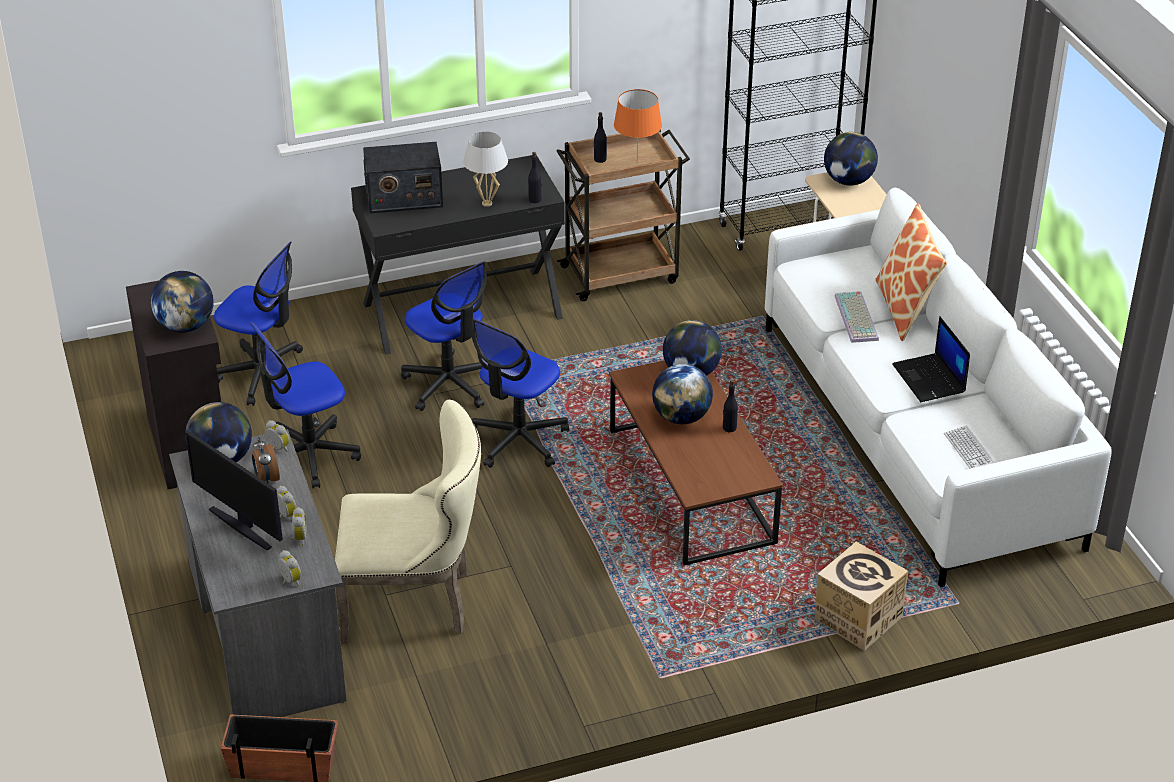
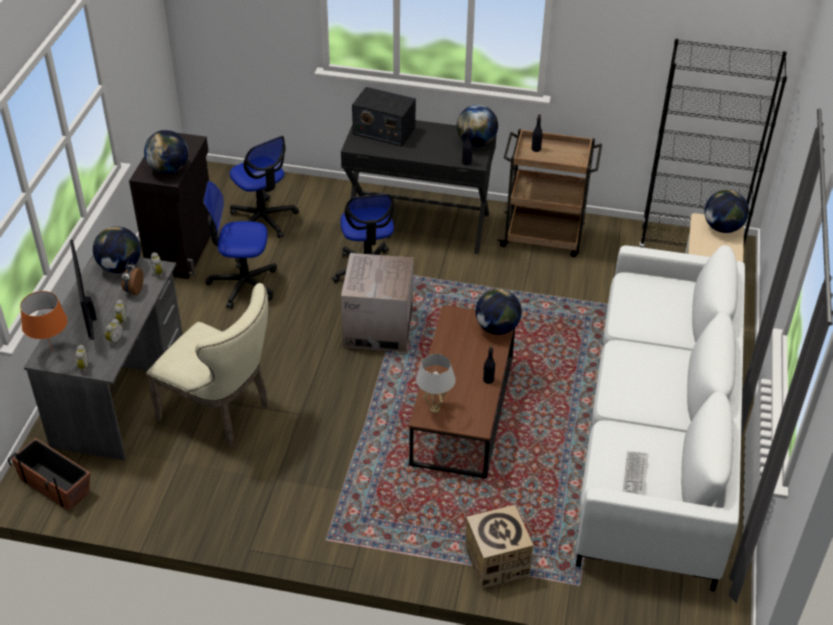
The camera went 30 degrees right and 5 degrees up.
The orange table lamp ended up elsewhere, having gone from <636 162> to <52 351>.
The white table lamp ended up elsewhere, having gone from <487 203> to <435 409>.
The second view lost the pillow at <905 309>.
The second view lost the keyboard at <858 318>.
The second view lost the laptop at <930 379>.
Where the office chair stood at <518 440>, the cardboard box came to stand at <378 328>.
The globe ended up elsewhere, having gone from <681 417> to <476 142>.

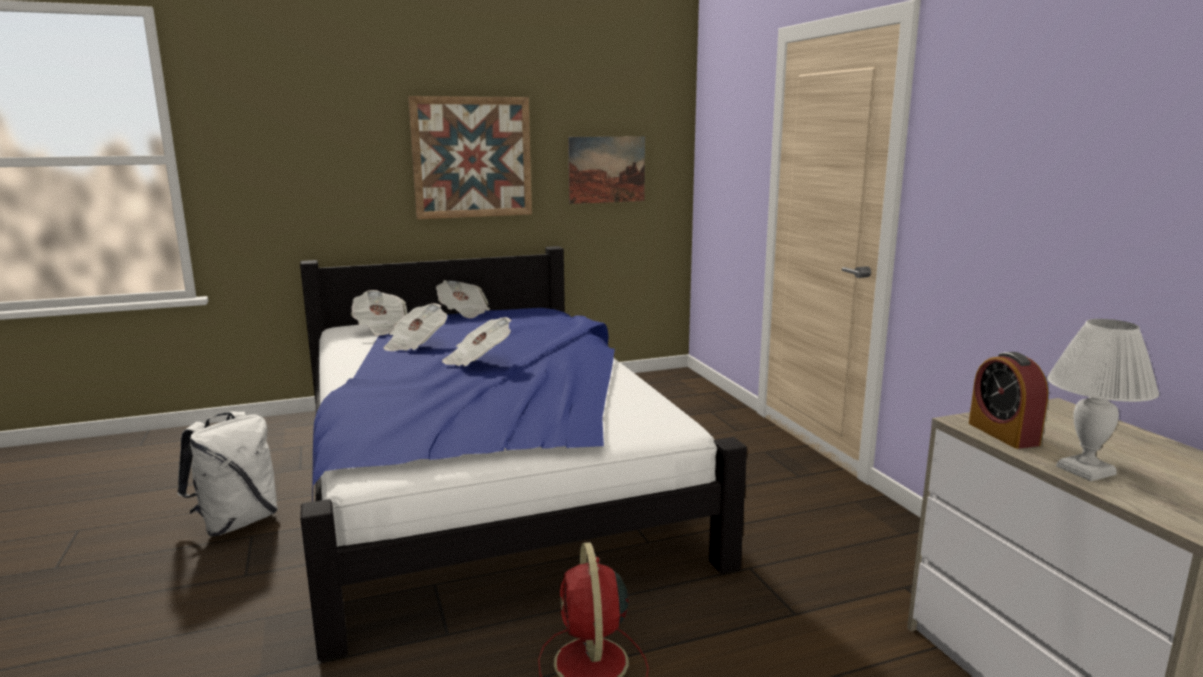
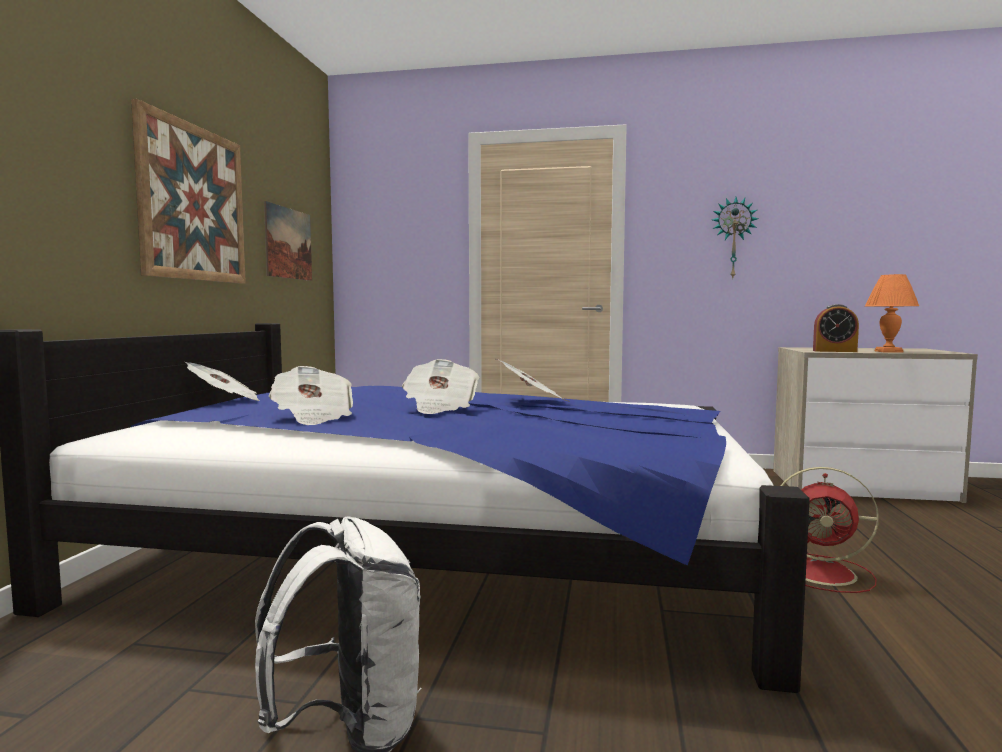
The camera went 60 degrees left and 10 degrees down.
The newspaper ended up elsewhere, having gone from <381 328> to <533 400>.
What was the white table lamp at <1087 470> turned into the orange table lamp at <889 351>.
The second view gained the wall clock at <733 238>.

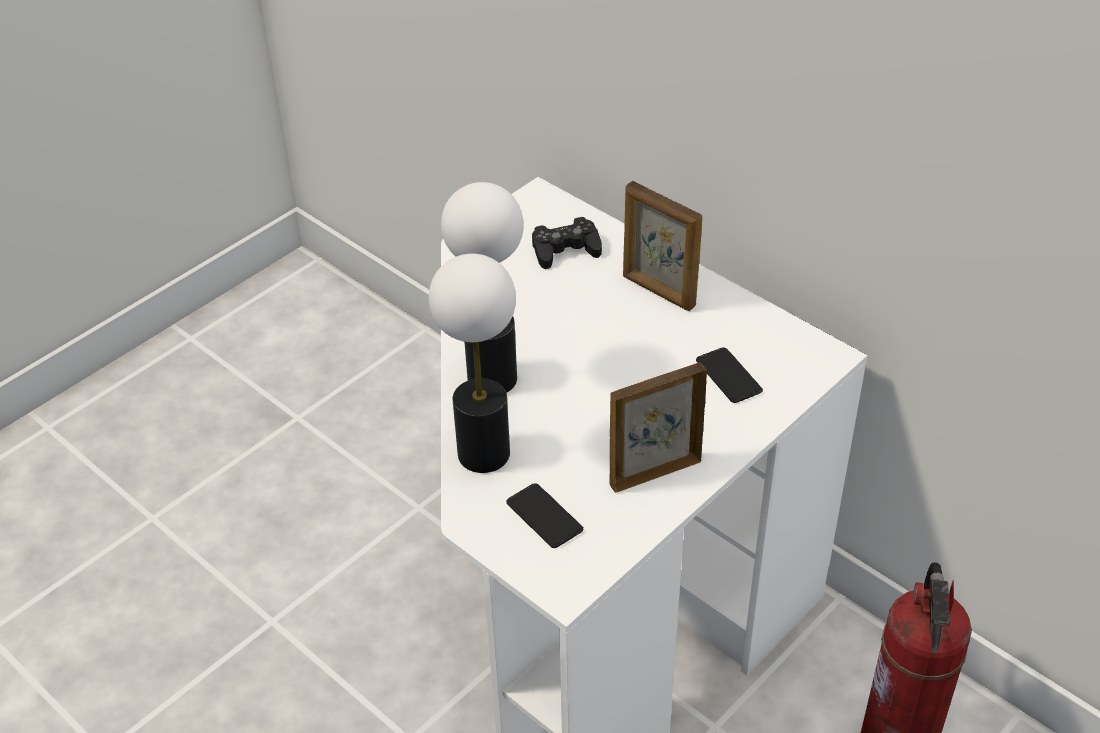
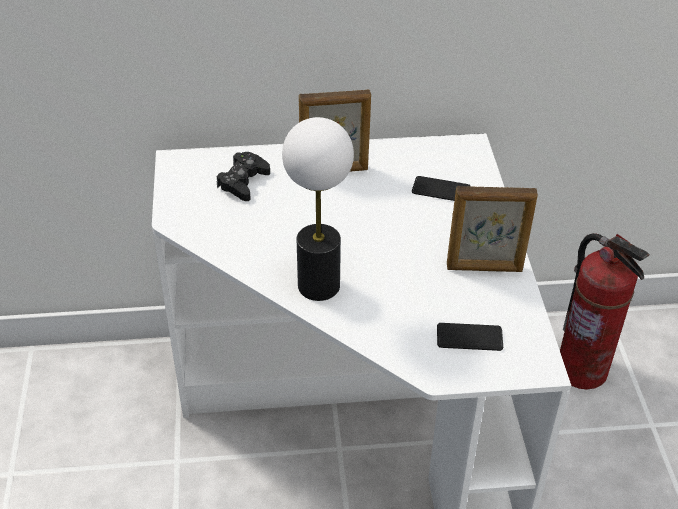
The camera went 50 degrees left and 0 degrees up.
The second view lost the table lamp at <483 454>.
The picture frame at <654 472> ended up facing another way, 105 degrees counterclockwise from before.

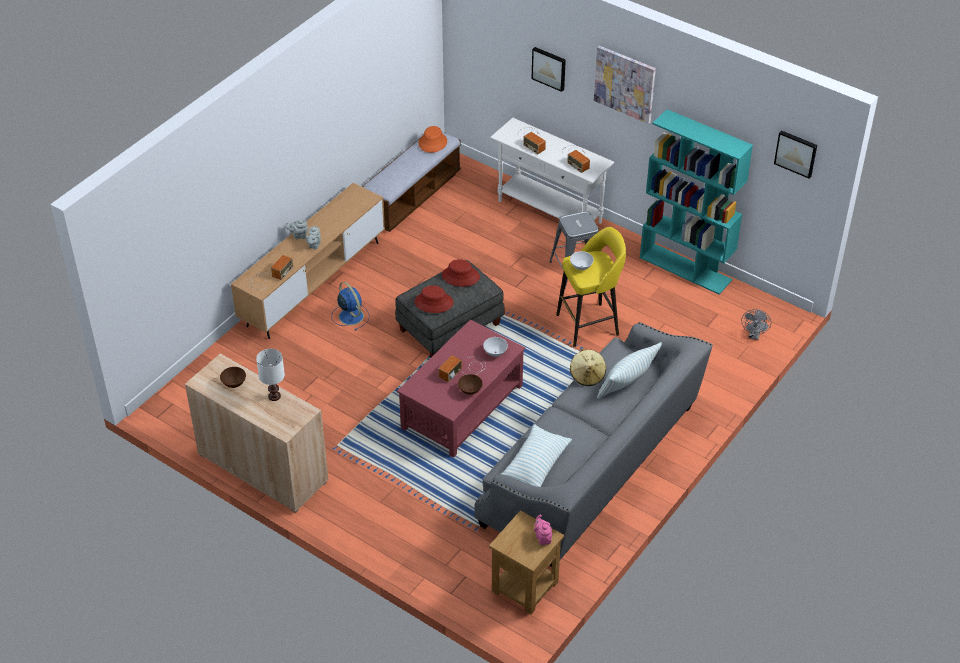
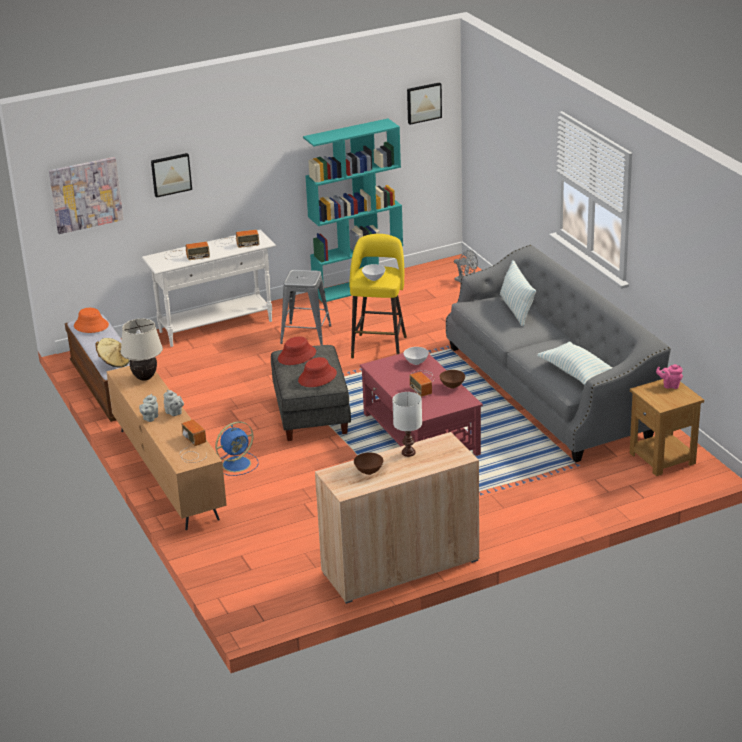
The camera went 60 degrees left and 15 degrees down.
The picture ended up elsewhere, having gone from <625 83> to <86 194>.
The blue fan at <350 315> ended up facing another way, 150 degrees clockwise from before.
The beige hat ended up elsewhere, having gone from <587 375> to <114 362>.
The second view gained the beige table lamp at <144 378>.

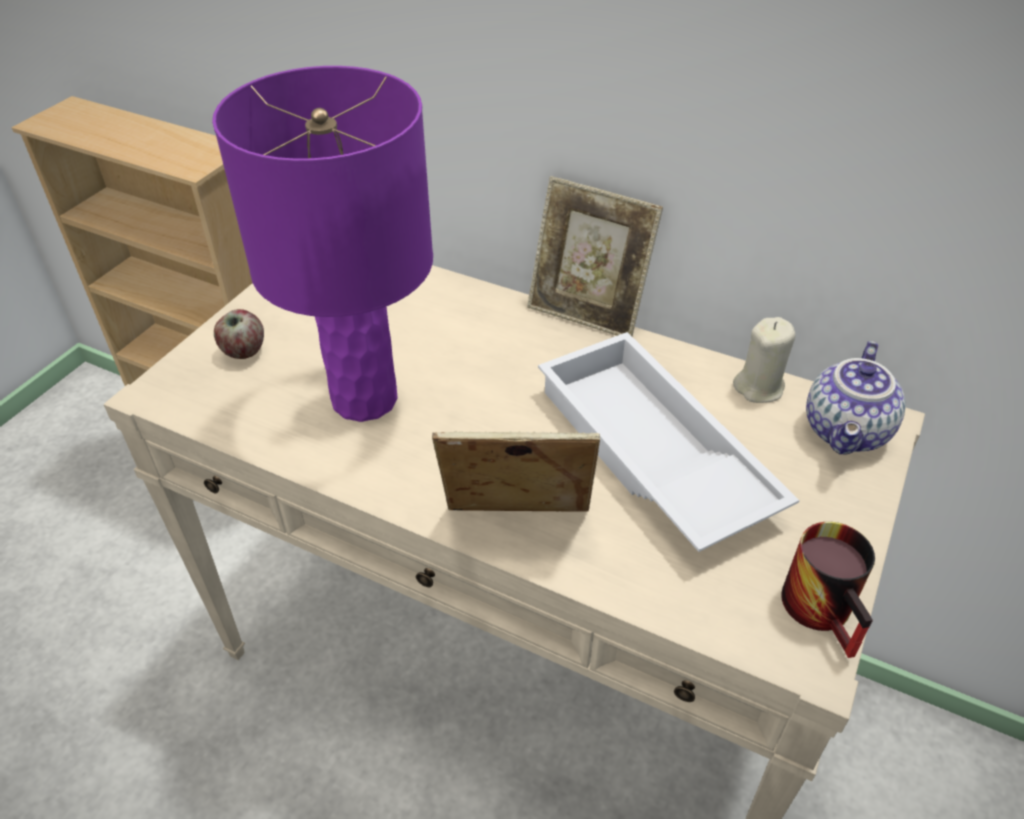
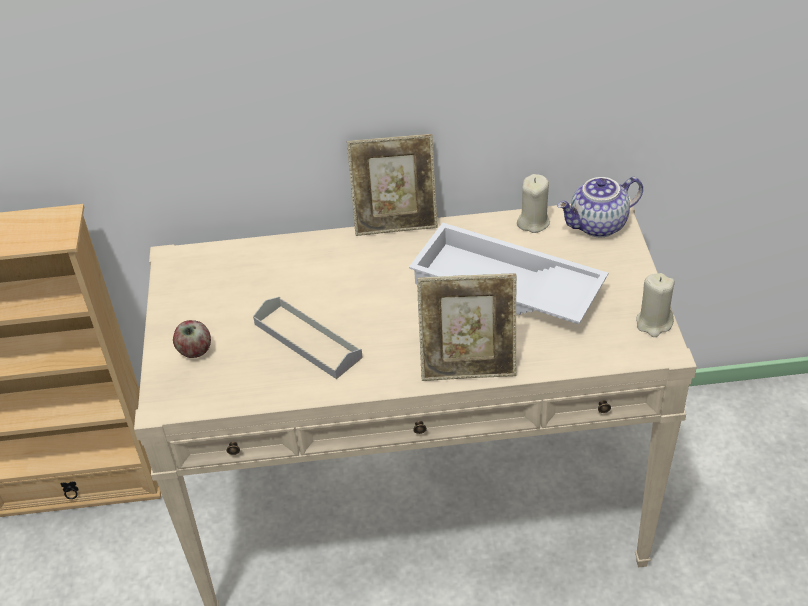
The camera went 30 degrees left and 0 degrees up.
Where the purple table lamp stood at <363 399>, the grey tray came to stand at <307 340>.
The teapot at <847 432> ended up facing another way, 75 degrees clockwise from before.
The picture frame at <516 529> ended up facing another way, 150 degrees counterclockwise from before.
Where the mug stood at <828 611>, the beige candle came to stand at <654 323>.

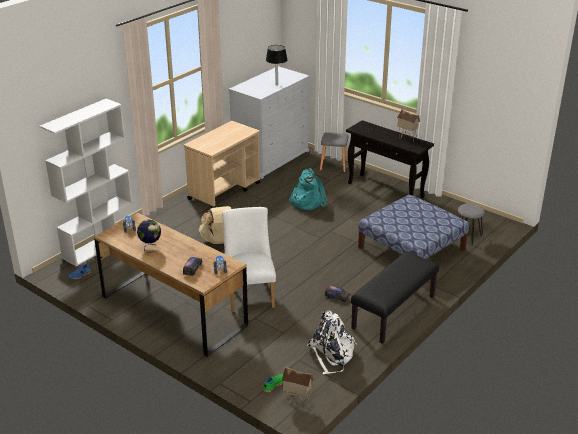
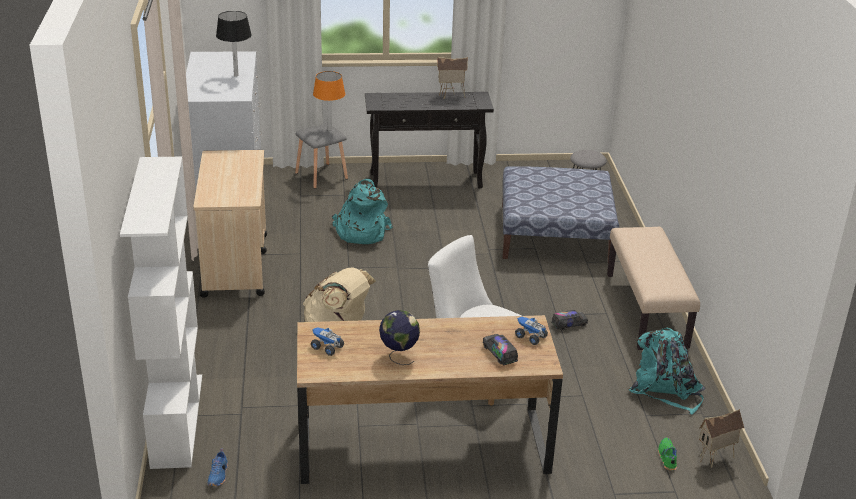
The camera went 45 degrees left and 0 degrees up.
What was the black bench at <394 313> turned into the beige bench at <647 310>.
What was the white backpack at <332 355> turned into the turquoise backpack at <665 389>.
The second view gained the orange table lamp at <329 130>.

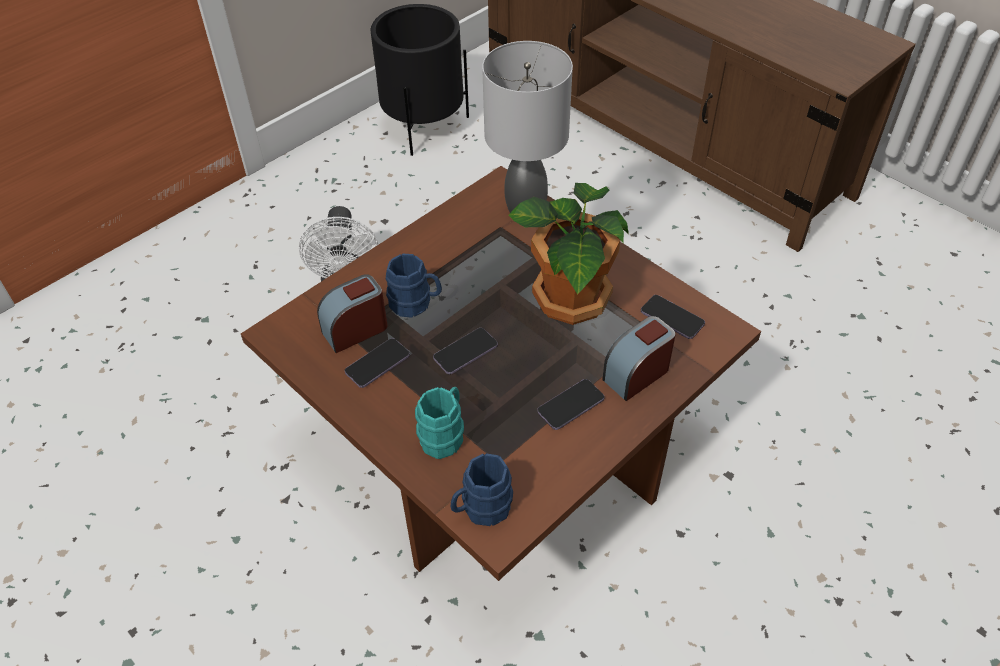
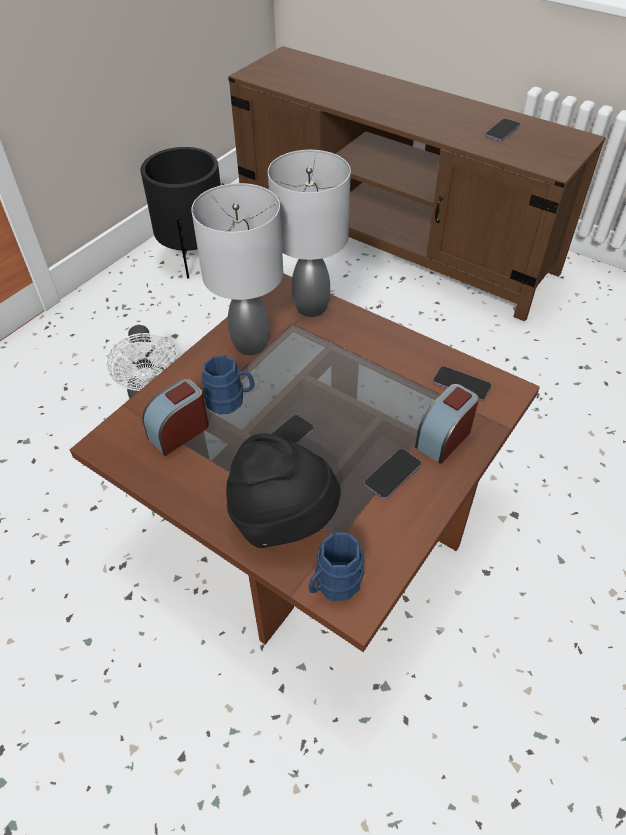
The camera went 10 degrees left and 0 degrees up.
The second view lost the potted plant at <569 301>.
The phone ended up elsewhere, having gone from <377 364> to <502 131>.
Where the turquoise mug stood at <444 434>, the black hat came to stand at <283 518>.
The second view gained the grey table lamp at <250 343>.

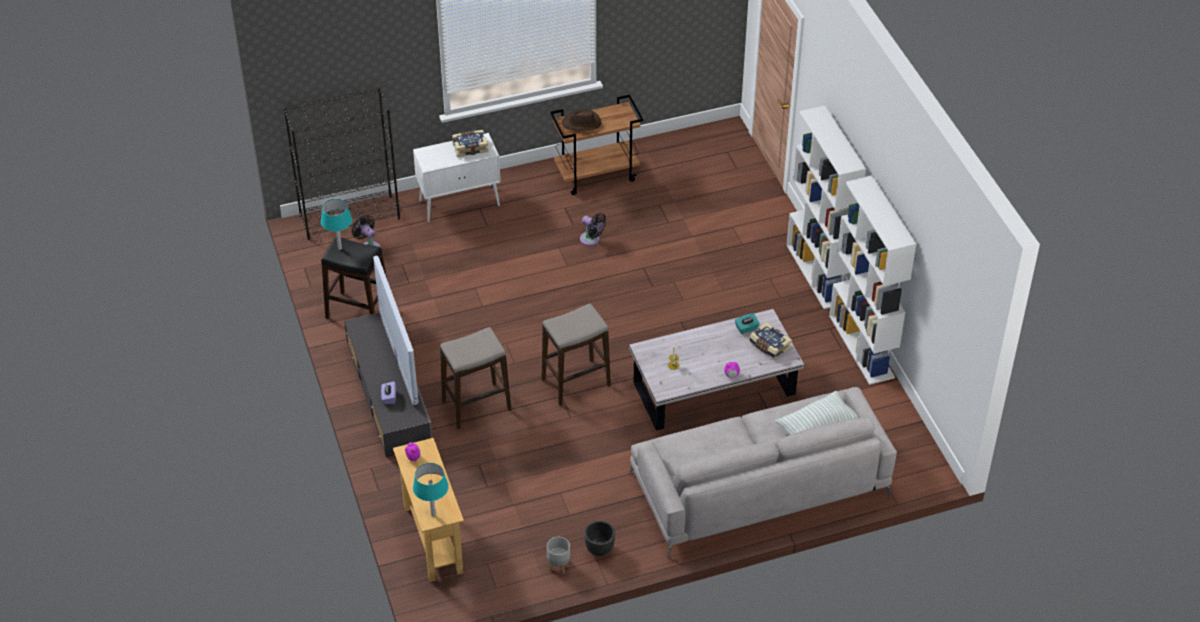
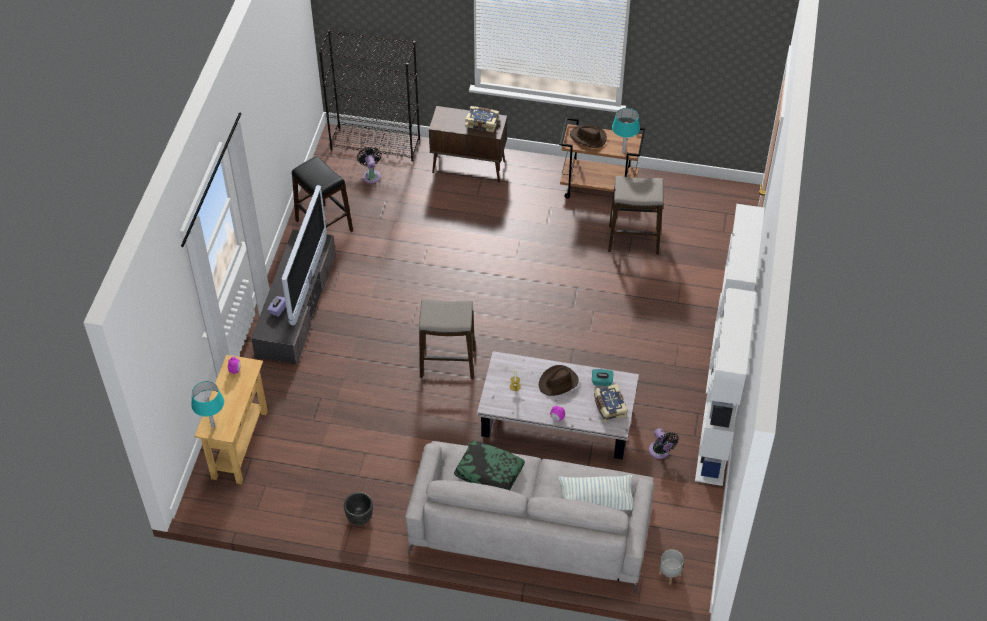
The camera went 30 degrees right and 5 degrees up.
What was the white cabinet at <460 203> turned into the brown cabinet at <469 167>.
The turquoise table lamp ended up elsewhere, having gone from <340 248> to <623 152>.
The black fan ended up elsewhere, having gone from <591 240> to <660 452>.
The stool ended up elsewhere, having gone from <476 406> to <633 240>.
The grey planter ended up elsewhere, having gone from <559 565> to <670 574>.
The second view gained the brown hat at <558 382>.
The second view gained the pillow at <489 472>.

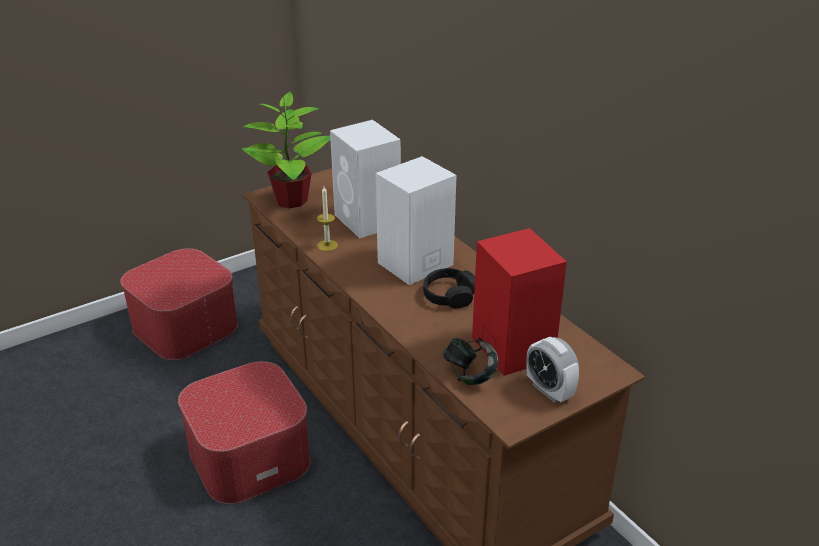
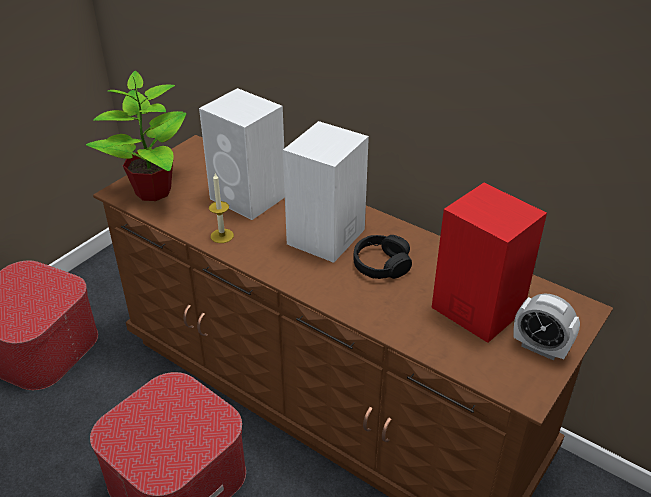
The camera went 20 degrees left and 5 degrees up.
The second view lost the headphones at <469 374>.

